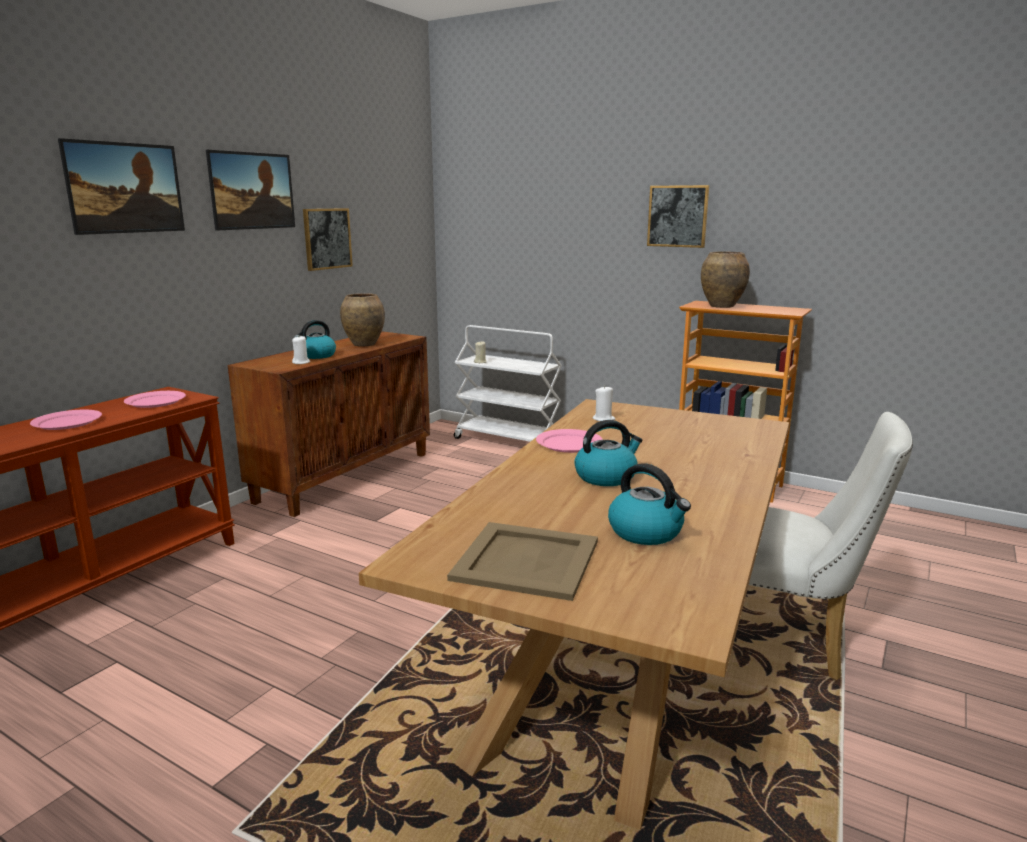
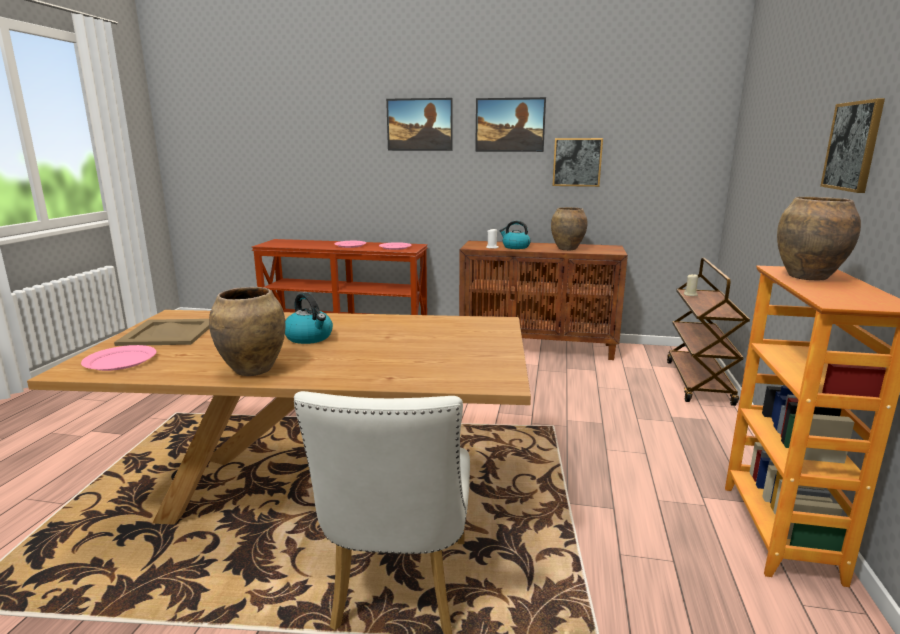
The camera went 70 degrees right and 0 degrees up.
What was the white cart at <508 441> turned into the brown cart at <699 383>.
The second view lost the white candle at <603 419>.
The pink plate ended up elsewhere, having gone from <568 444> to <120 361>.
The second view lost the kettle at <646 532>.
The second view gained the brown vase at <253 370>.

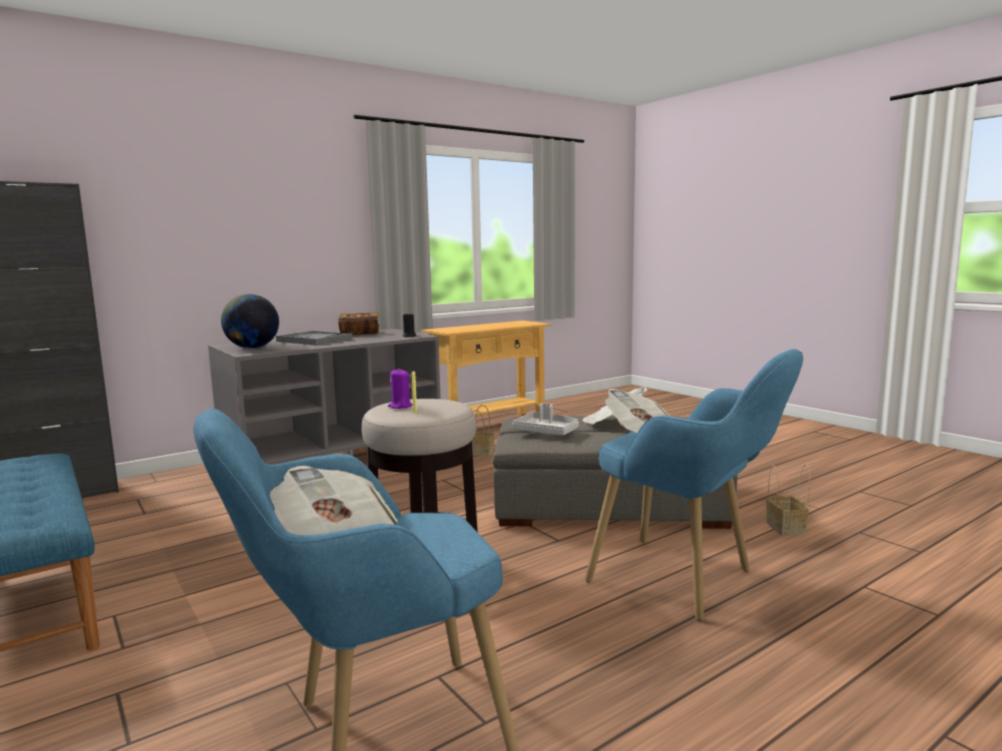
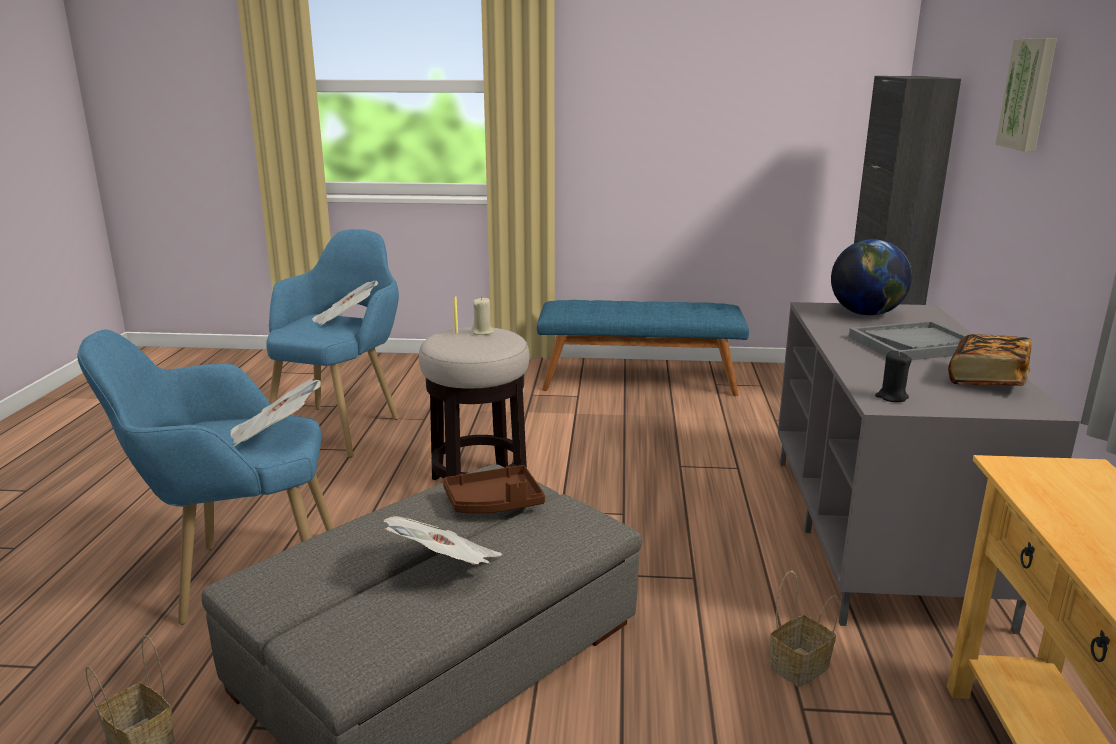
The camera went 130 degrees right and 10 degrees up.
What was the purple candle at <400 406> turned into the beige candle at <482 332>.
What was the grey tray at <546 432> turned into the brown tray at <494 503>.
The second view gained the picture at <1029 94>.

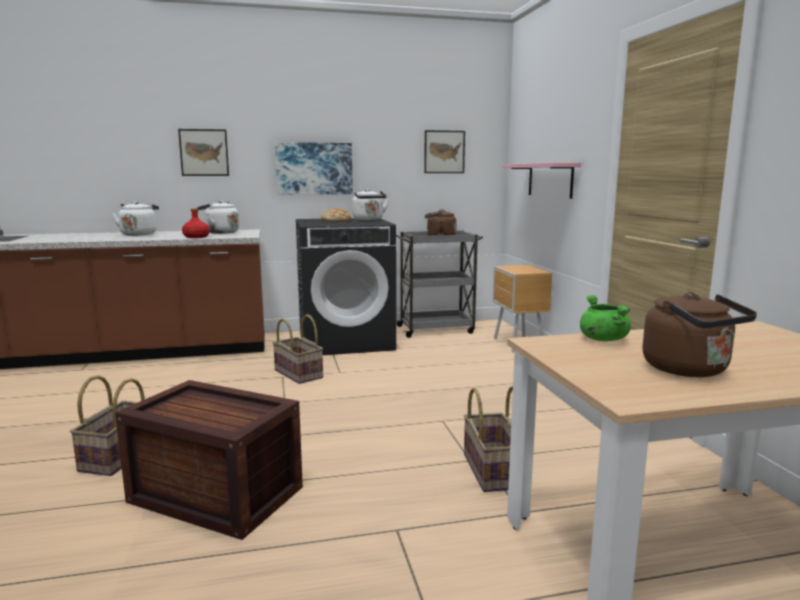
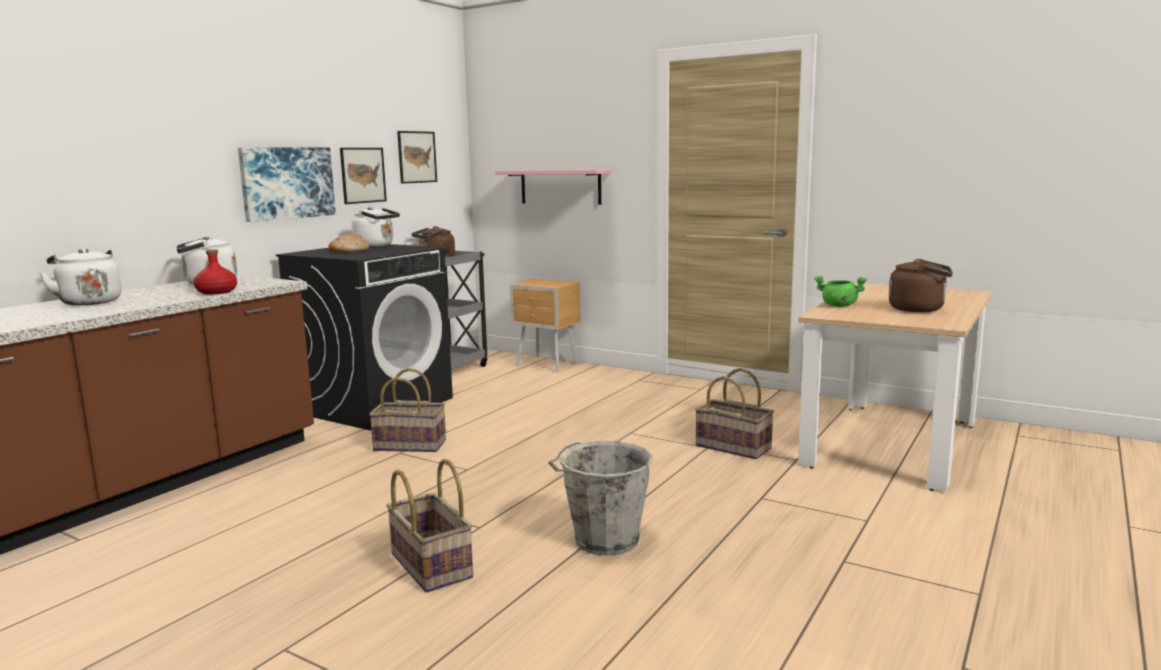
The camera went 45 degrees left and 0 degrees up.
The picture ended up elsewhere, having gone from <204 152> to <363 175>.
Where the crate stood at <218 495>, the grey bucket came to stand at <604 540>.

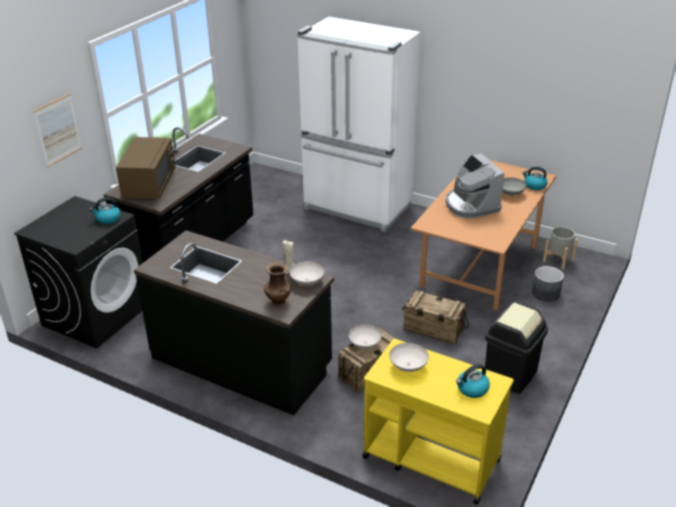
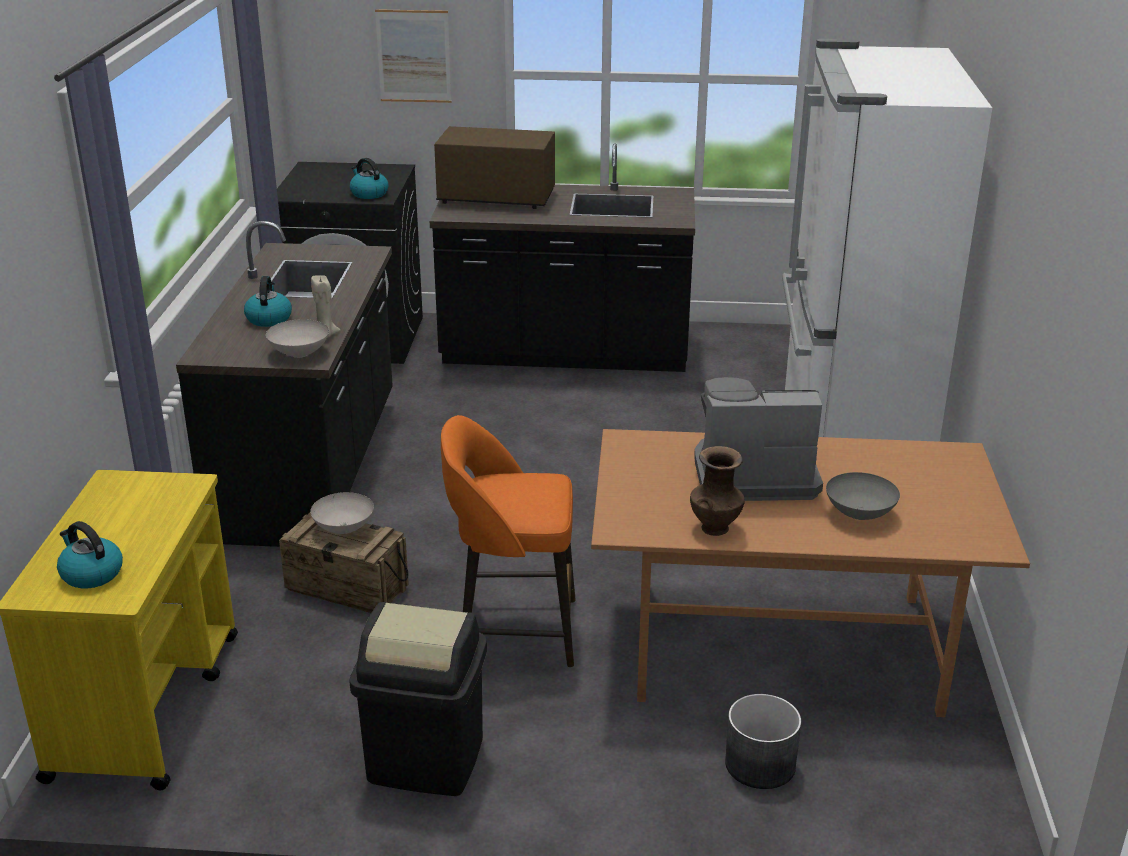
The camera went 65 degrees right and 5 degrees down.
The brown microwave at <149 185> ended up facing another way, 150 degrees counterclockwise from before.
The coffee machine at <471 205> ended up facing another way, 45 degrees clockwise from before.
The kettle ended up elsewhere, having gone from <534 186> to <268 318>.
The second view lost the grey planter at <558 260>.
The brown vase ended up elsewhere, having gone from <278 301> to <715 527>.
Where the crate stood at <433 329>, the orange stool came to stand at <513 631>.
The second view lost the white bowl at <407 366>.

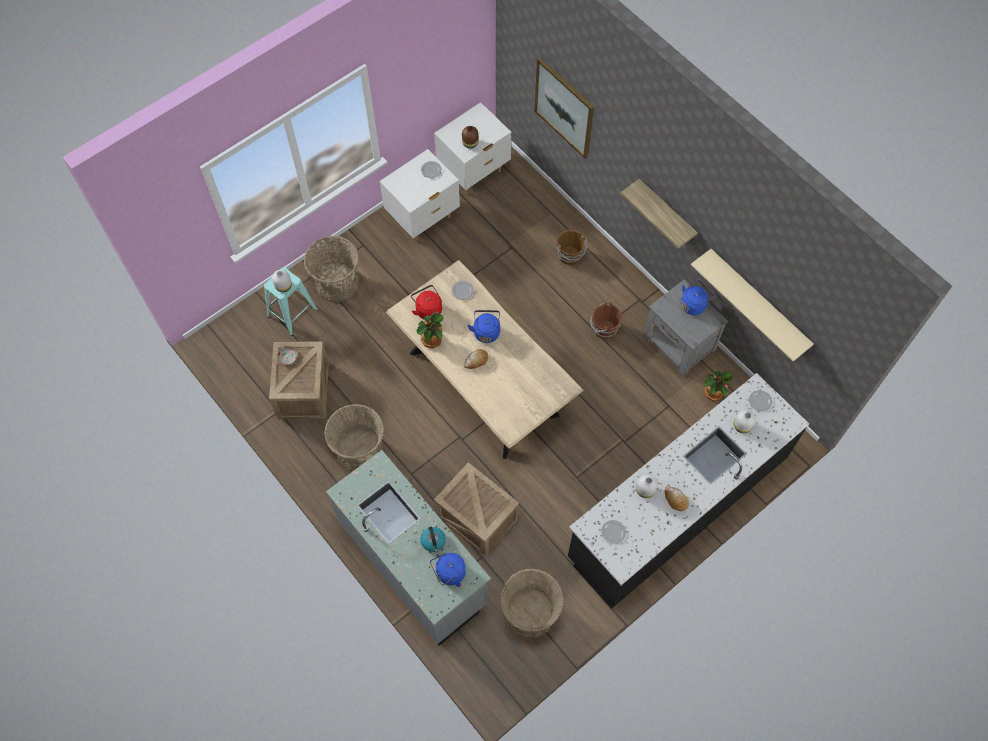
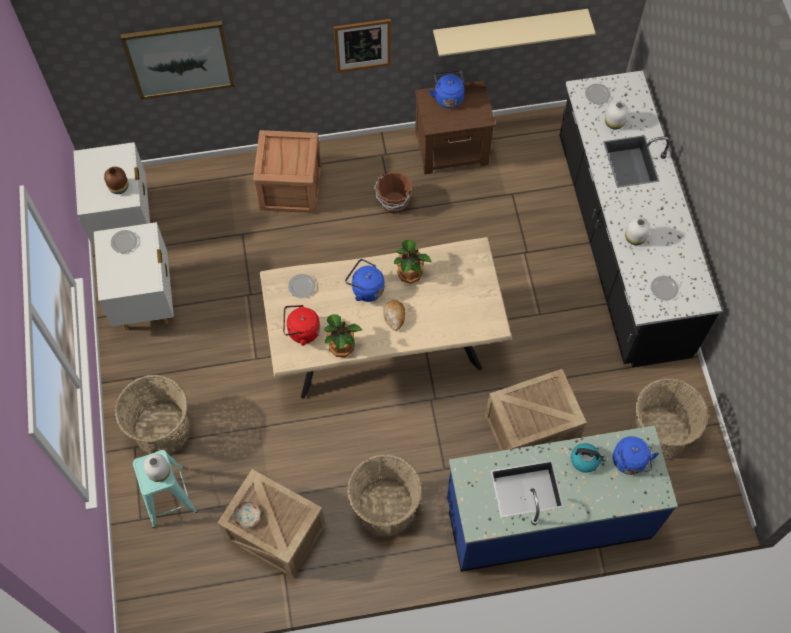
The camera went 60 degrees left and 0 degrees up.
Where the shelf hung at <666 212>, the picture came to hang at <362 45>.
Where the brown bucket stood at <570 256>, the crate came to stand at <290 187>.
What was the grey nightstand at <679 344> turned into the brown nightstand at <452 149>.
The potted plant ended up elsewhere, having gone from <714 393> to <410 272>.
What was the grey counter at <413 563> turned into the blue counter at <547 518>.
The second view lost the bread at <675 499>.

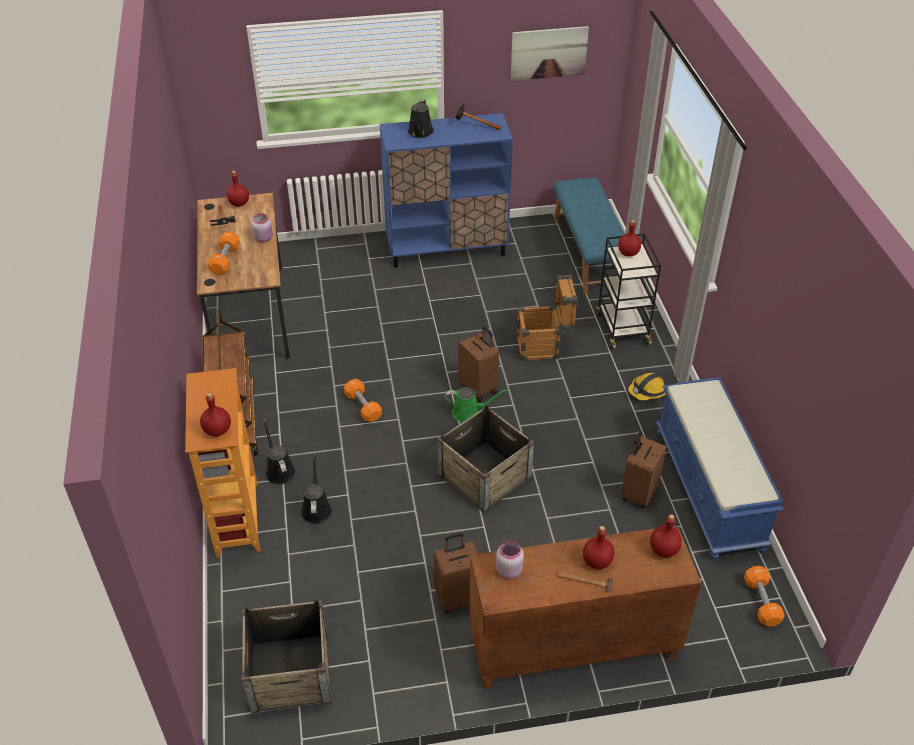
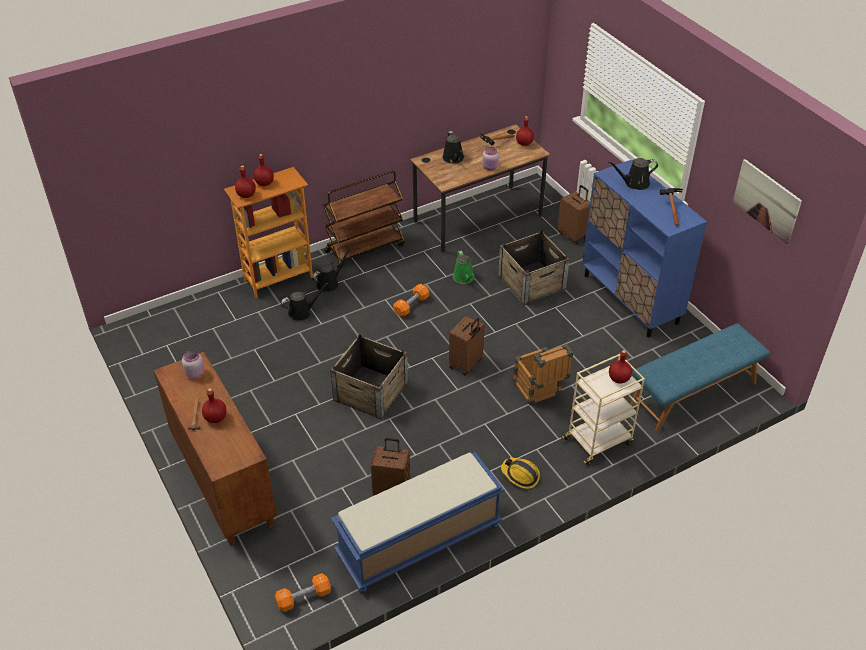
The camera went 70 degrees right and 0 degrees up.
Where the orange dumbbell stood at <225 260>, the black watering can came to stand at <453 158>.
What was the black cart at <622 327> turned into the beige cart at <598 440>.
The green watering can ended up elsewhere, having gone from <469 413> to <464 278>.
The red bottle ended up elsewhere, having gone from <664 550> to <264 183>.
The brown suitcase ended up elsewhere, having gone from <458 597> to <573 235>.
The crate ended up elsewhere, having gone from <289 672> to <531 282>.

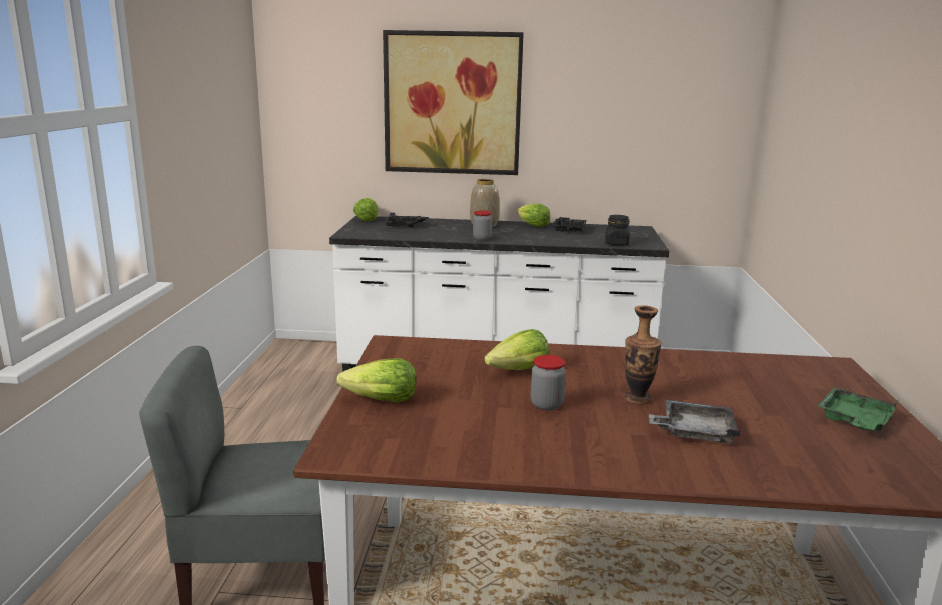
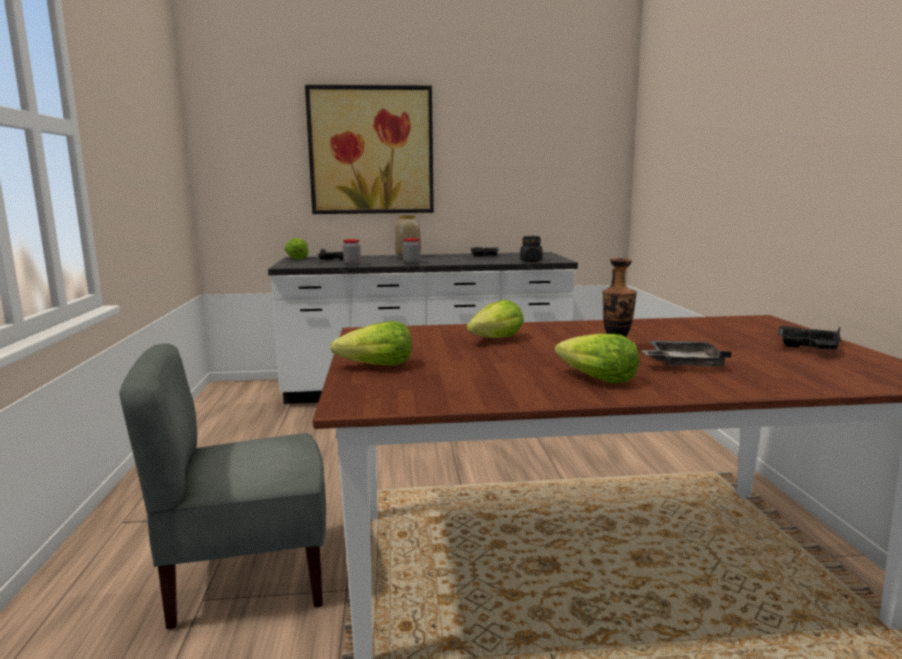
The camera went 10 degrees left and 5 degrees down.
The lettuce ended up elsewhere, having gone from <532 225> to <596 379>.
The jar ended up elsewhere, having gone from <546 404> to <352 265>.
What was the green tray at <854 421> turned into the black tray at <808 348>.

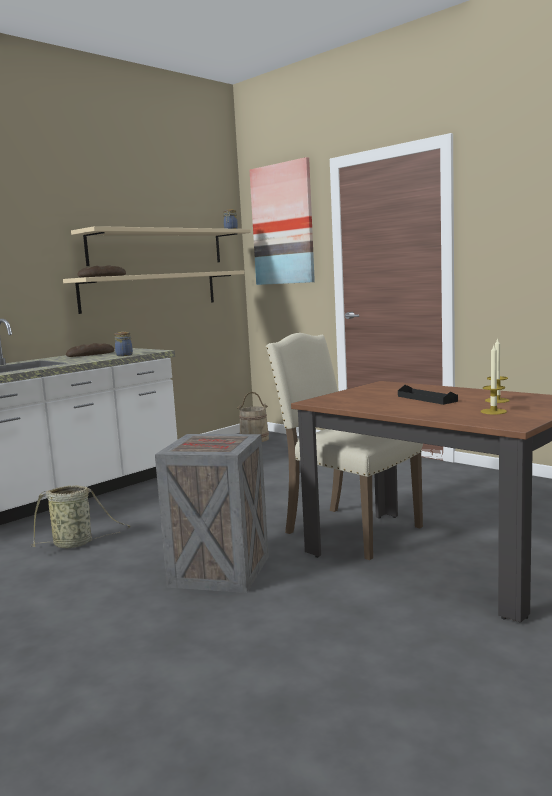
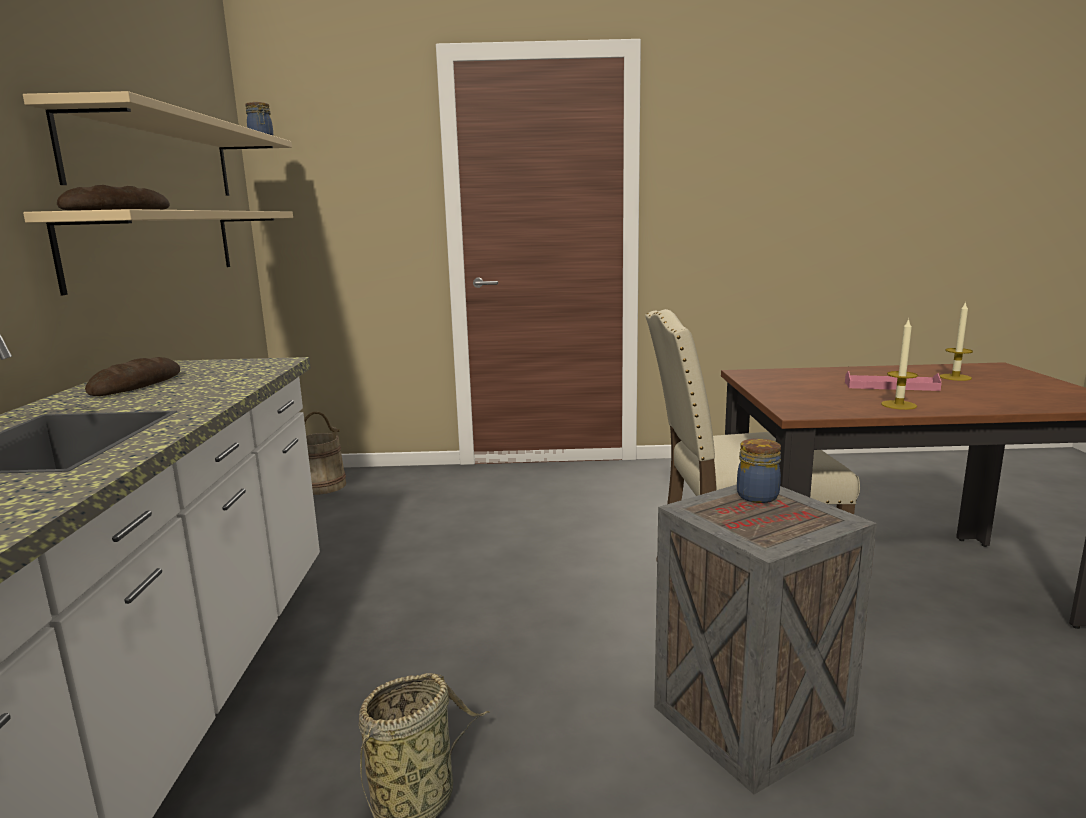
The camera went 45 degrees left and 5 degrees up.
The second view lost the picture at <283 224>.
The jar ended up elsewhere, having gone from <125 355> to <756 495>.
The candle ended up elsewhere, having gone from <493 411> to <899 405>.
What was the black tray at <427 399> turned into the pink tray at <891 386>.

